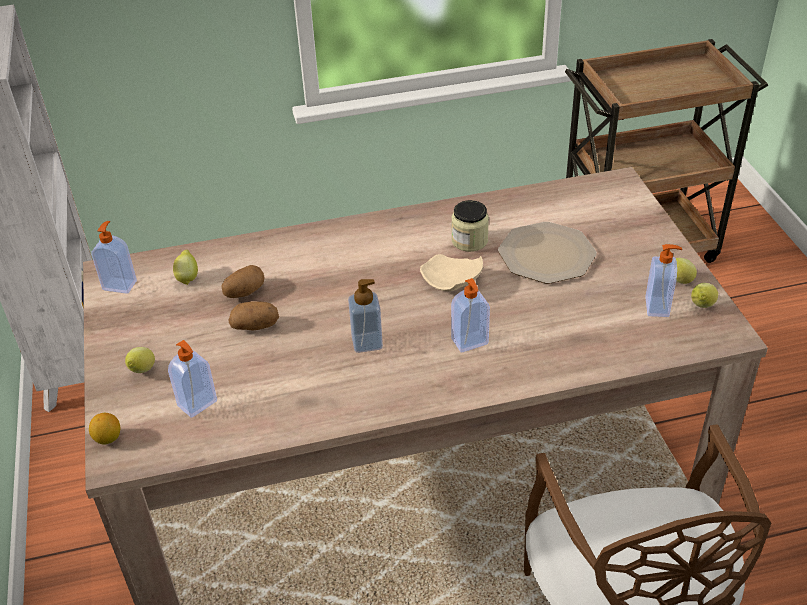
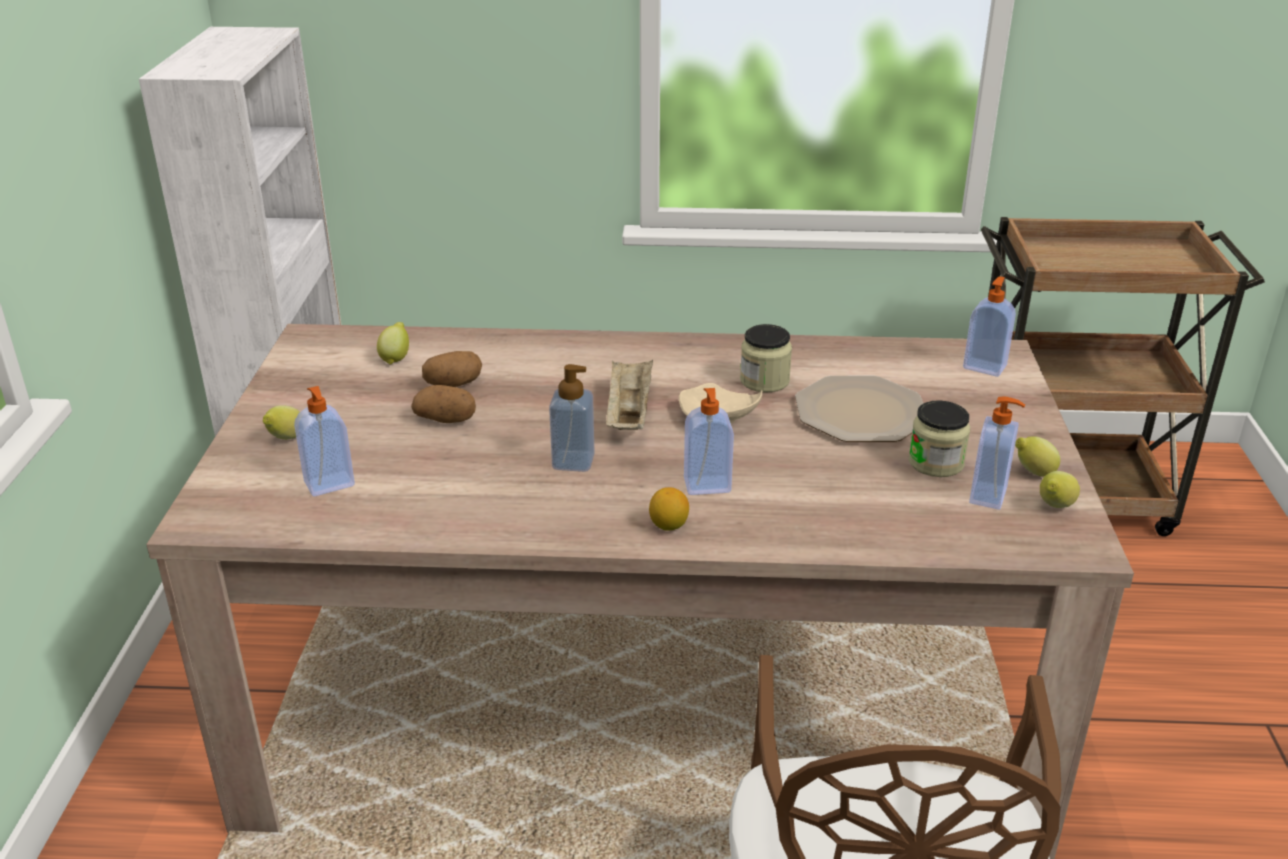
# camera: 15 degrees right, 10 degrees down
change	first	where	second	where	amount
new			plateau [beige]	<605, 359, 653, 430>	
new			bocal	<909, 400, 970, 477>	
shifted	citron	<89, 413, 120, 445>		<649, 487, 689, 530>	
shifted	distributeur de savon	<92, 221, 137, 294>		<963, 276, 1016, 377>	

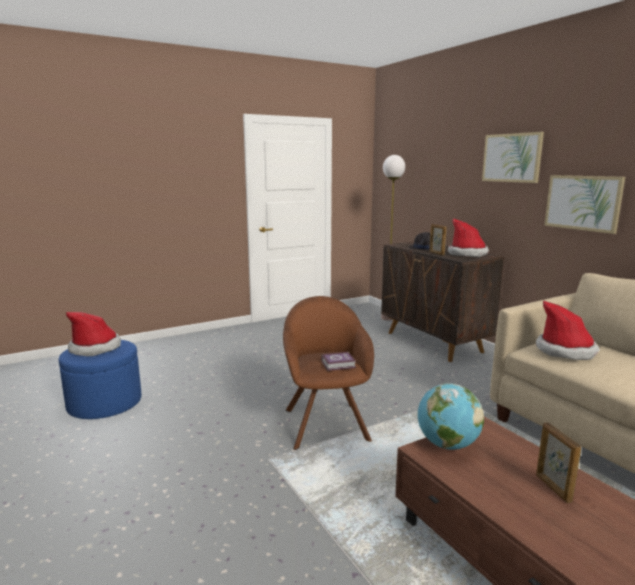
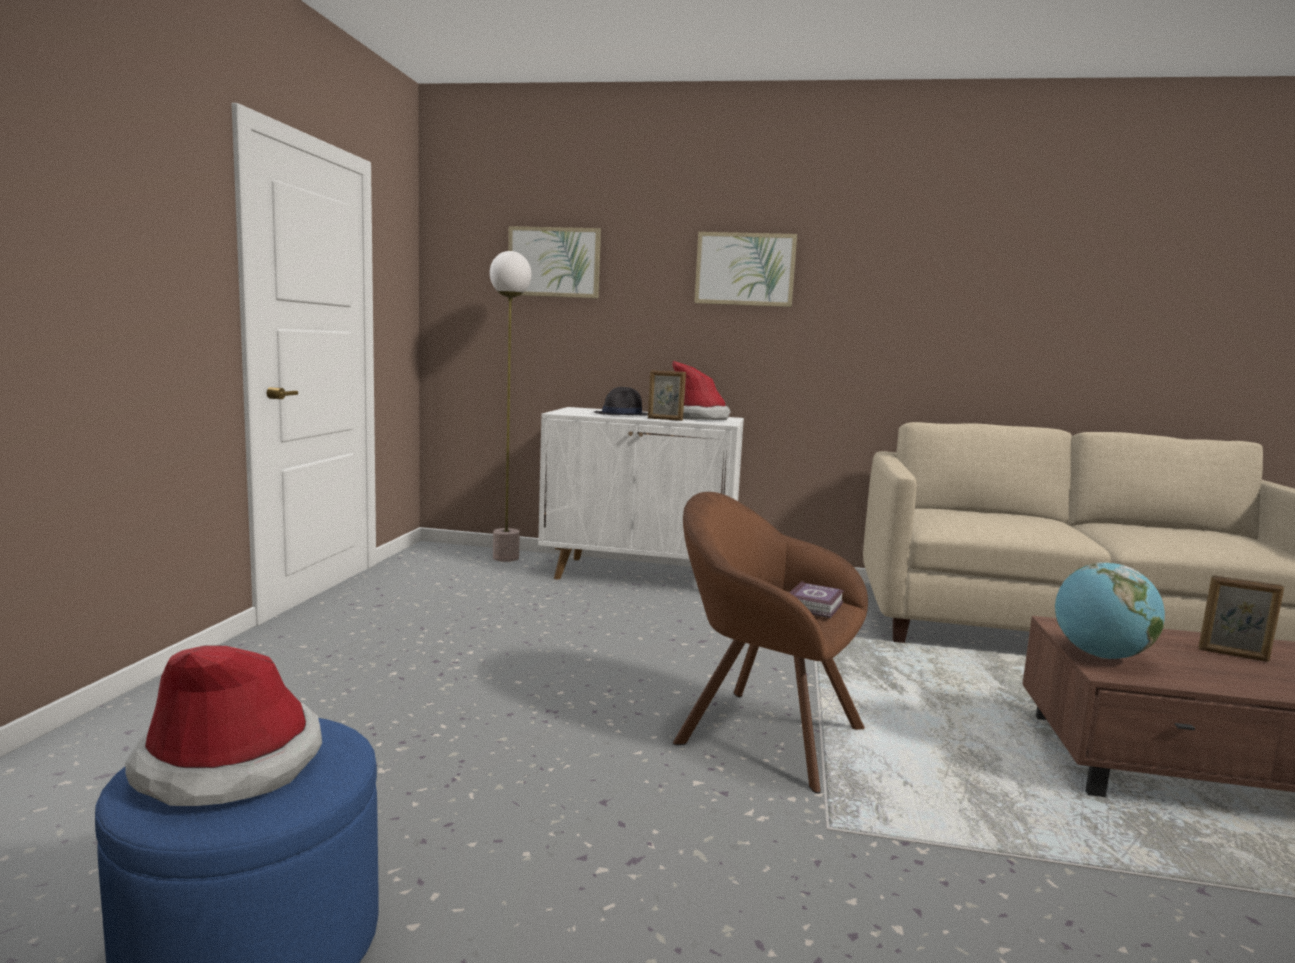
# camera: 50 degrees left, 5 degrees down
change	first	where	second	where	amount
gone	chapeau	<536, 301, 600, 360>			
shifted	tableau	<544, 175, 625, 234>		<508, 226, 601, 298>	
repainted	meuble de rangement [marron]	<381, 242, 504, 362>	meuble de rangement [blanc]	<538, 407, 744, 579>	

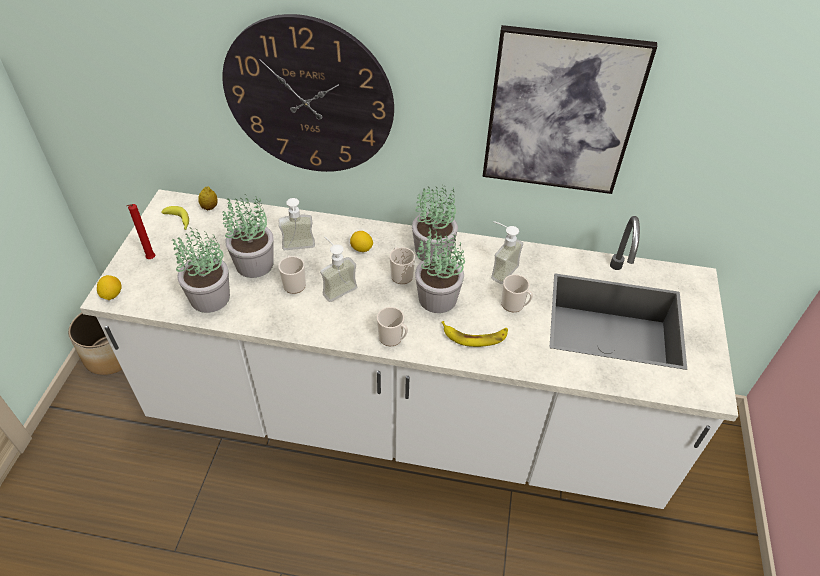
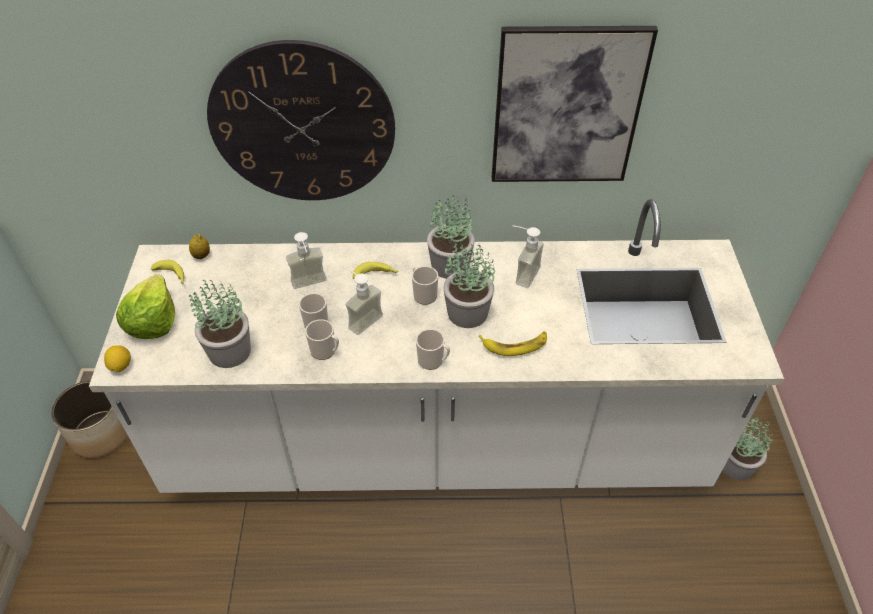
# camera: 10 degrees left, 0 degrees up
change	first	where	second	where	amount
shifted	plante en pot	<223, 194, 273, 278>		<723, 416, 773, 480>	
shifted	mug	<501, 274, 533, 312>		<305, 319, 339, 360>	
swapped	bougie [rouge]	<126, 204, 155, 259>	laitue	<116, 275, 175, 339>	
swapped	citron	<350, 231, 373, 252>	banane	<353, 262, 399, 279>	

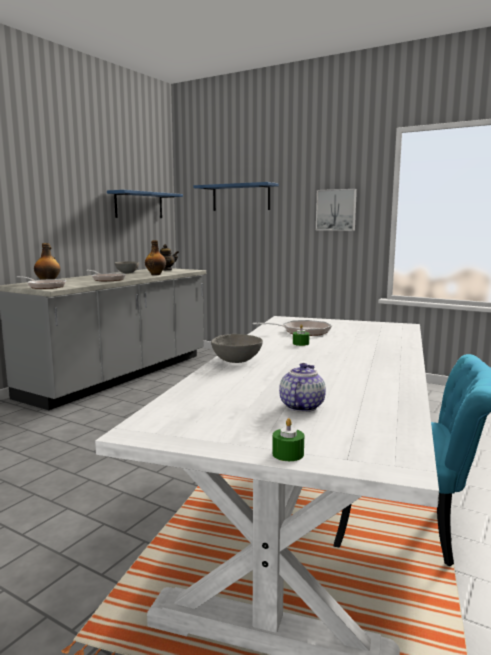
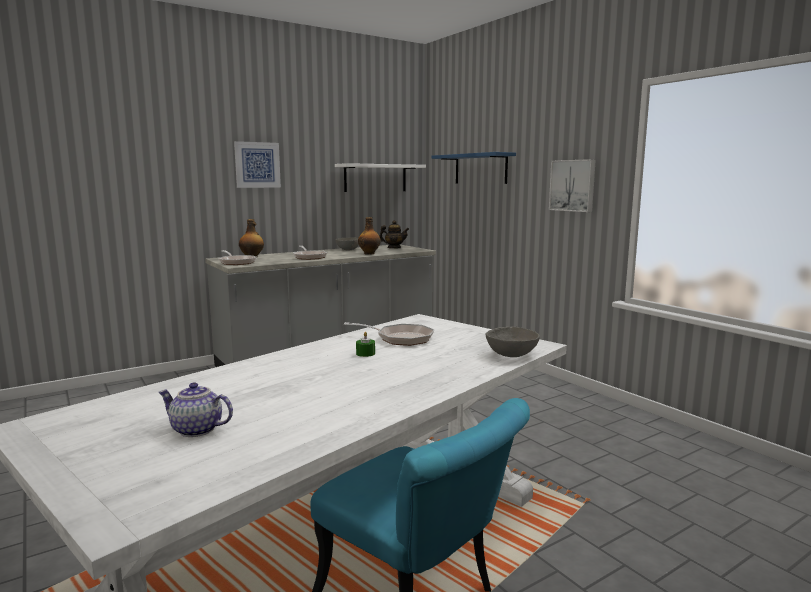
# camera: 25 degrees right, 0 degrees up
change	first	where	second	where	amount
gone	bougie [vert]	<272, 418, 304, 461>			
new			tableau	<234, 141, 281, 188>	
shifted	bol [gris]	<211, 334, 263, 363>		<485, 327, 540, 357>	
repainted	étagère [bleu]	<107, 190, 183, 218>	étagère [blanc]	<335, 163, 426, 192>	
rotated	théière	<279, 363, 326, 412>		<158, 382, 233, 437>	120 degrees counterclockwise

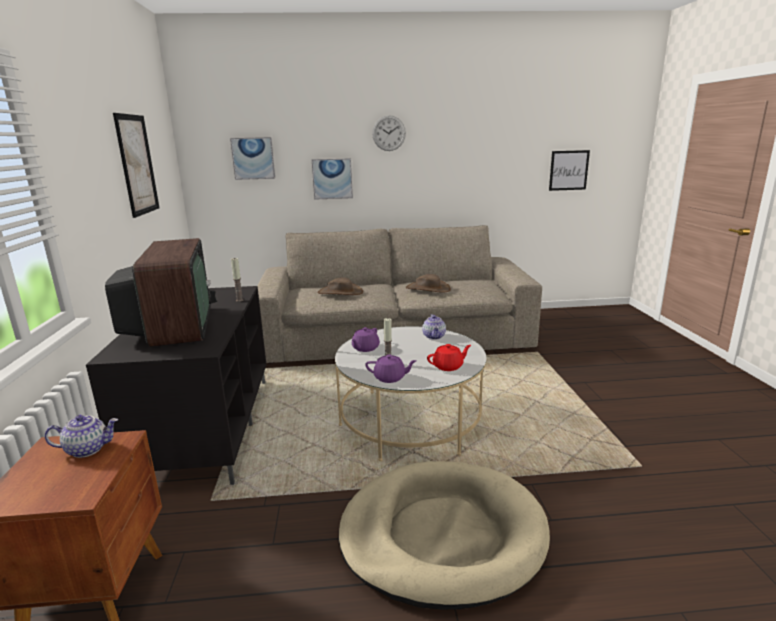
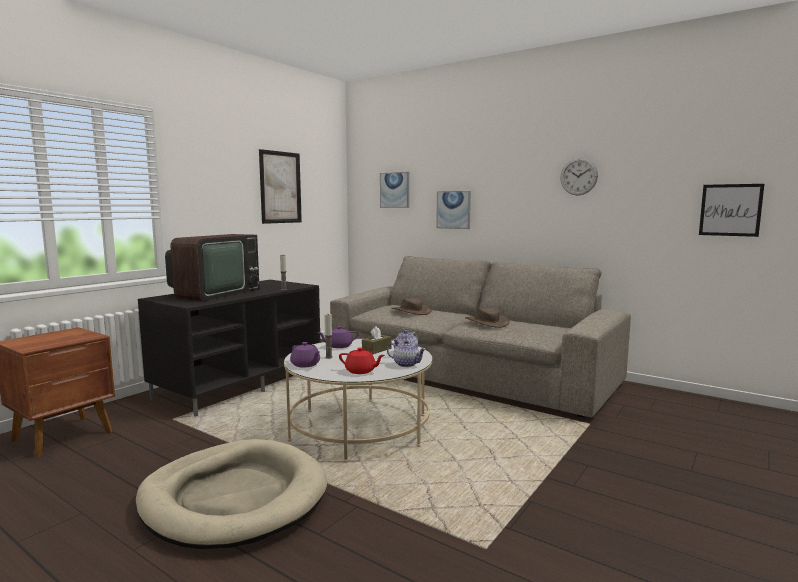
# camera: 40 degrees right, 10 degrees down
change	first	where	second	where	amount
new			boîte à mouchoirs [marron]	<362, 326, 392, 354>	
shifted	théière	<45, 415, 118, 458>		<387, 340, 426, 367>	
shifted	horloge murale	<372, 115, 406, 151>		<560, 158, 598, 195>	

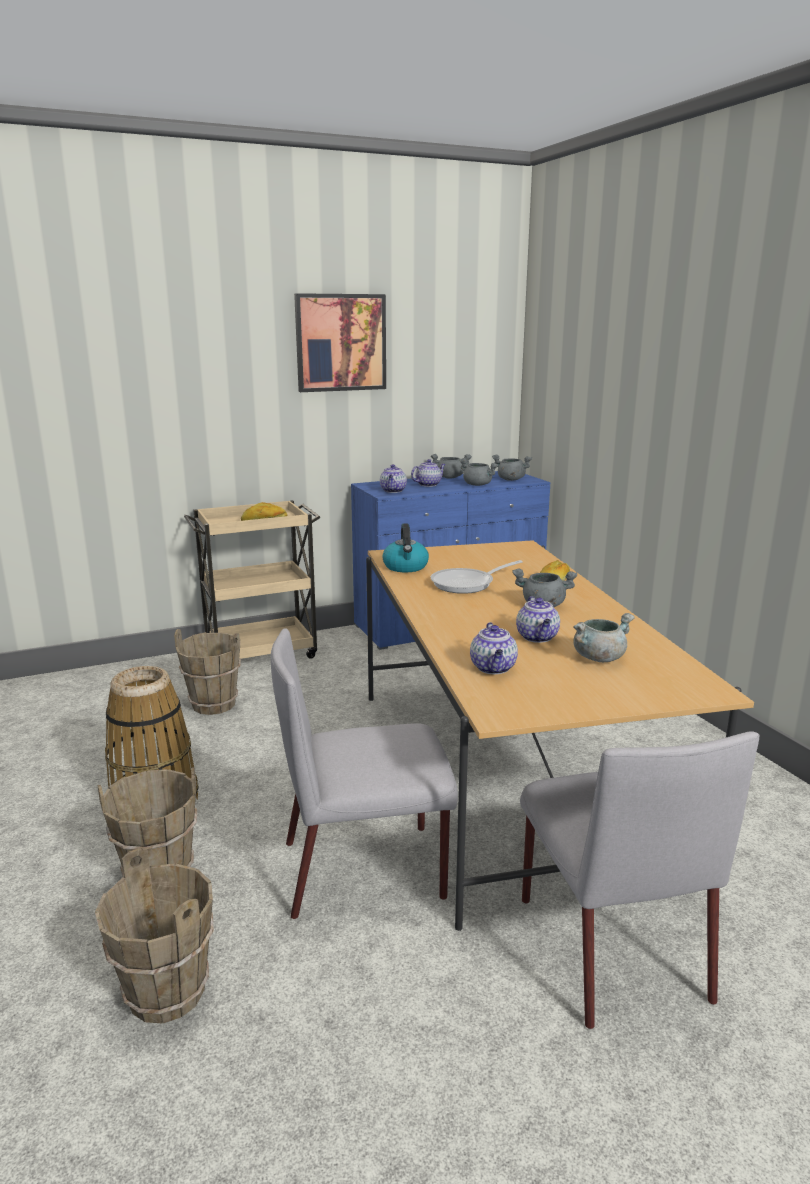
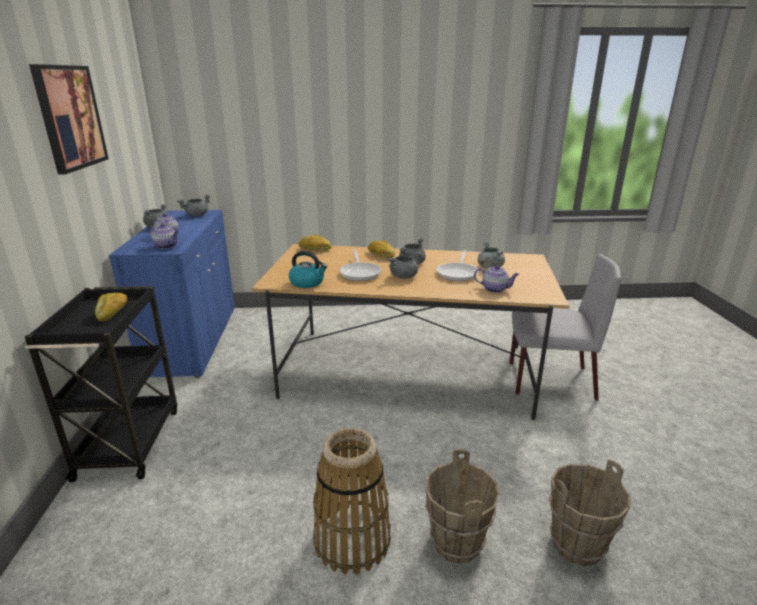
# camera: 70 degrees left, 5 degrees up
change	first	where	second	where	amount
gone	seau [marron]	<174, 629, 241, 715>			
gone	chaise [gris]	<271, 628, 458, 919>			
new			pain	<299, 234, 332, 250>	
shifted	marmite [gris]	<459, 458, 499, 486>		<388, 252, 423, 279>	
swapped	théière	<516, 596, 560, 643>	poêle	<436, 250, 479, 281>	
repainted	chariot [beige]	<184, 500, 321, 659>	chariot [noir]	<25, 286, 177, 482>	

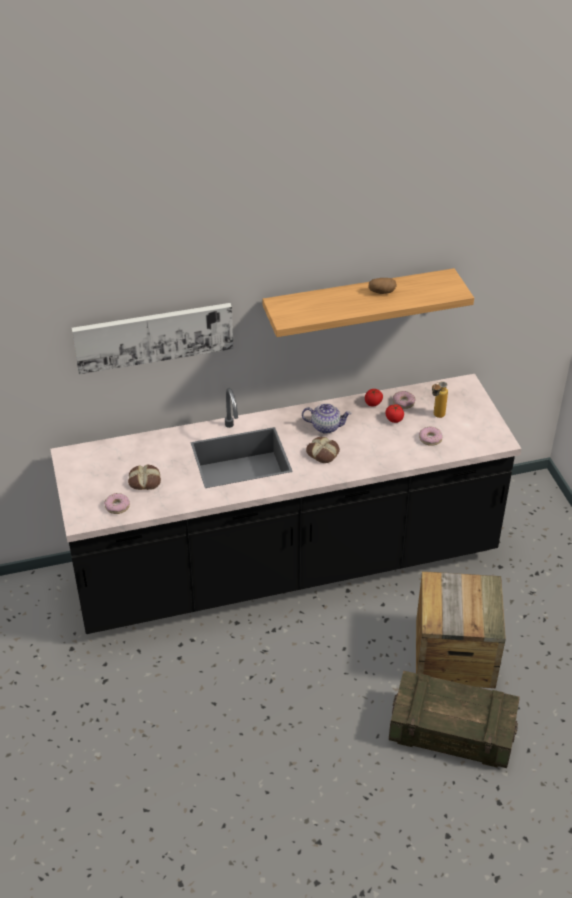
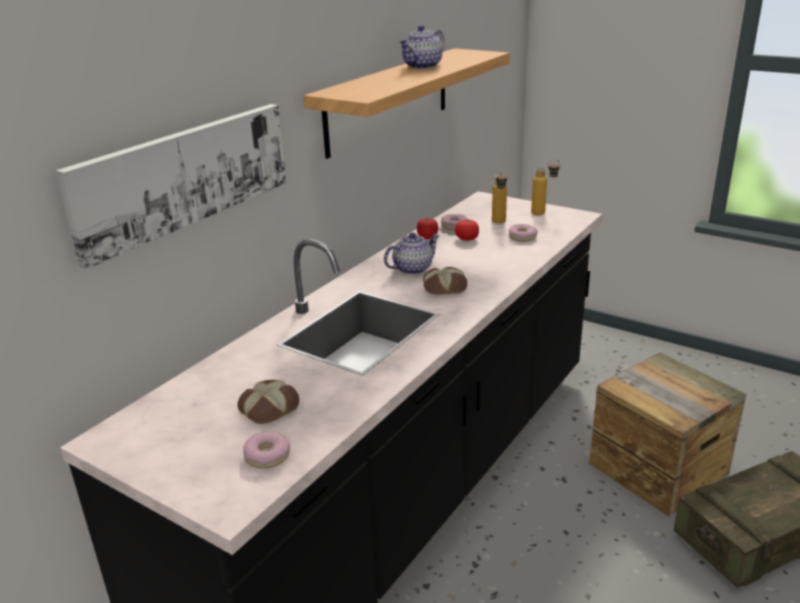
# camera: 40 degrees left, 15 degrees down
change	first	where	second	where	amount
new			bouteille	<531, 159, 560, 215>	
swapped	pomme de terre	<368, 278, 397, 294>	théière	<398, 25, 445, 69>	

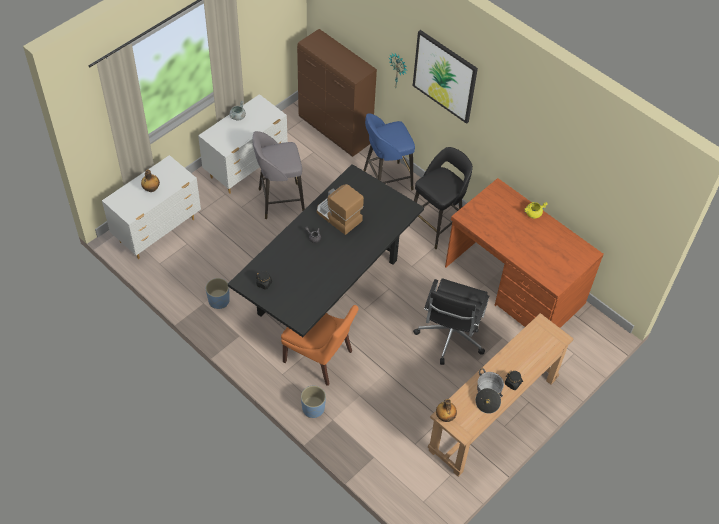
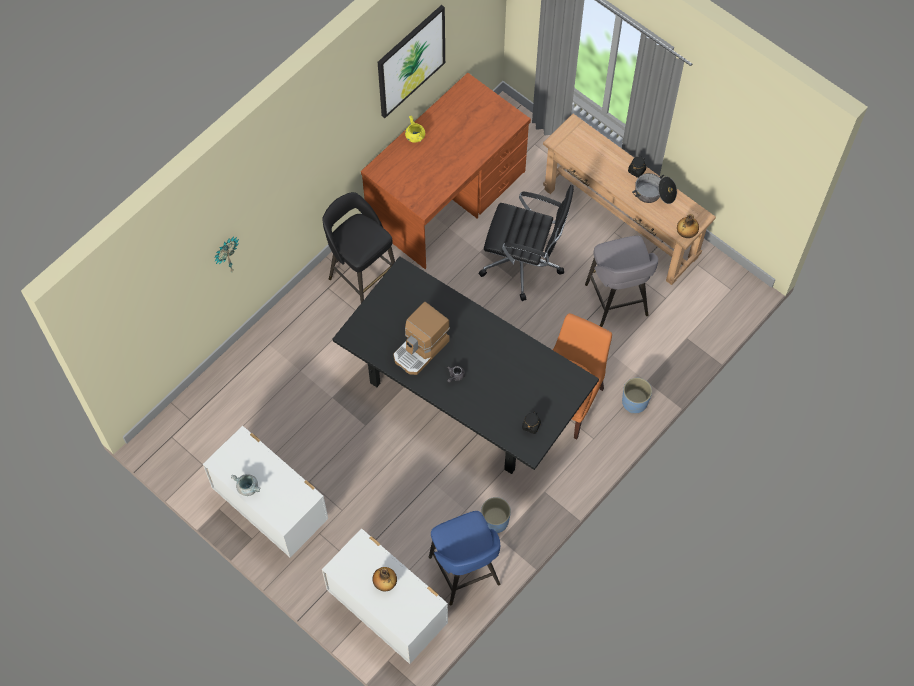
# camera: 90 degrees left, 10 degrees up
change	first	where	second	where	amount
gone	meuble de rangement [marron]	<297, 29, 377, 157>			
shifted	tabouret [gris]	<252, 131, 305, 219>		<585, 236, 658, 327>	
shifted	tabouret [bleu]	<363, 113, 415, 190>		<429, 511, 500, 605>	
shifted	tableau	<413, 30, 478, 124>		<378, 5, 445, 118>	

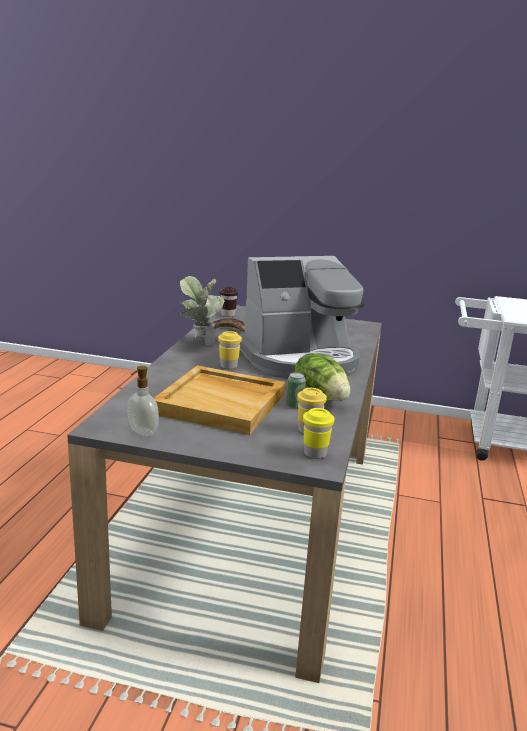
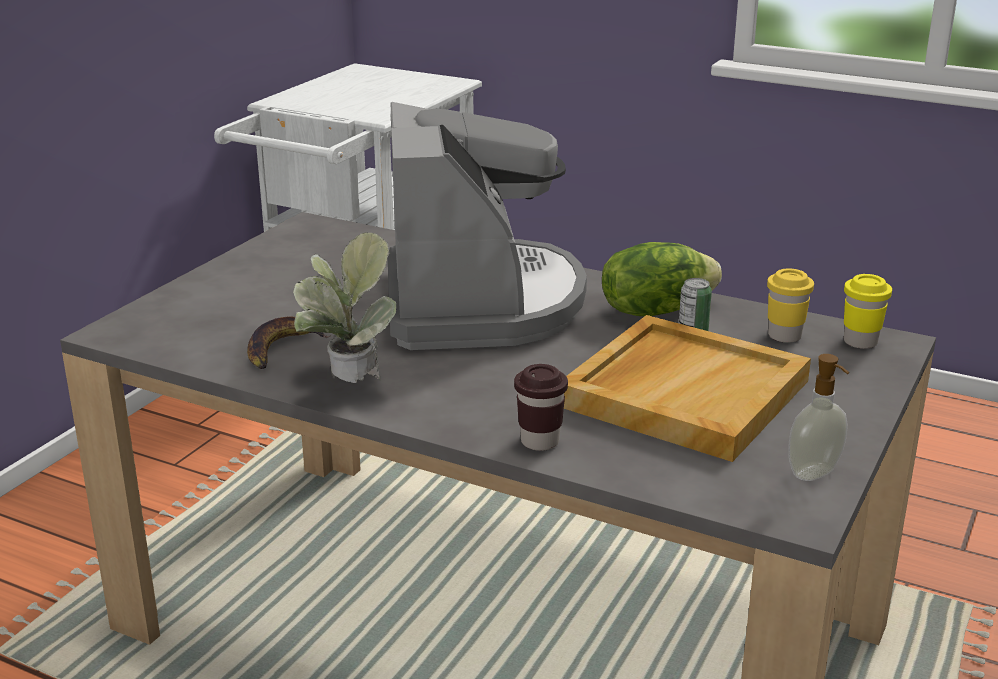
# camera: 75 degrees left, 5 degrees up
change	first	where	second	where	amount
gone	tasse [jaune]	<218, 331, 242, 369>			
shifted	tasse [marron]	<220, 287, 238, 317>		<514, 364, 568, 451>	

